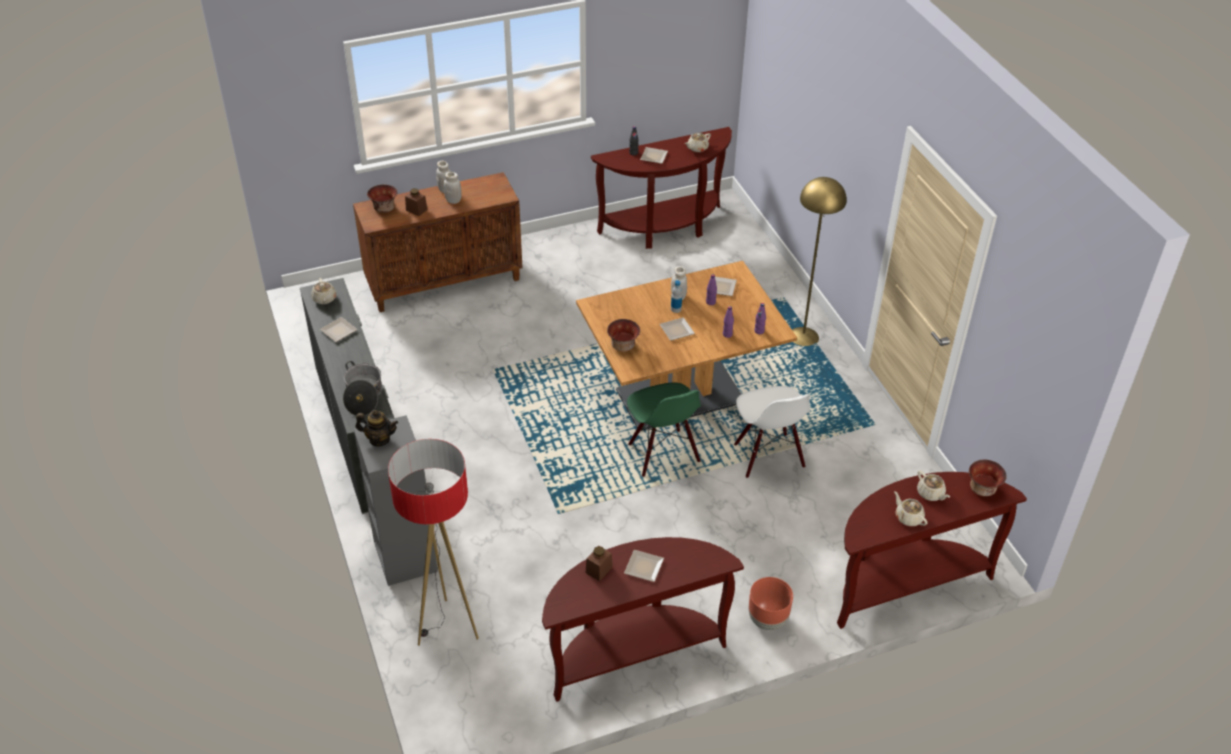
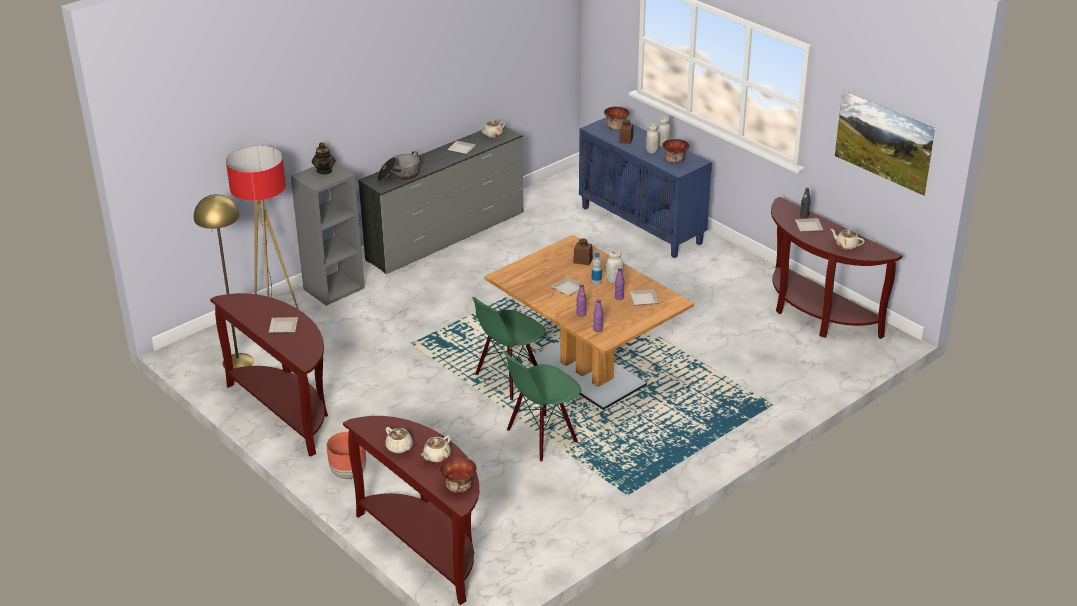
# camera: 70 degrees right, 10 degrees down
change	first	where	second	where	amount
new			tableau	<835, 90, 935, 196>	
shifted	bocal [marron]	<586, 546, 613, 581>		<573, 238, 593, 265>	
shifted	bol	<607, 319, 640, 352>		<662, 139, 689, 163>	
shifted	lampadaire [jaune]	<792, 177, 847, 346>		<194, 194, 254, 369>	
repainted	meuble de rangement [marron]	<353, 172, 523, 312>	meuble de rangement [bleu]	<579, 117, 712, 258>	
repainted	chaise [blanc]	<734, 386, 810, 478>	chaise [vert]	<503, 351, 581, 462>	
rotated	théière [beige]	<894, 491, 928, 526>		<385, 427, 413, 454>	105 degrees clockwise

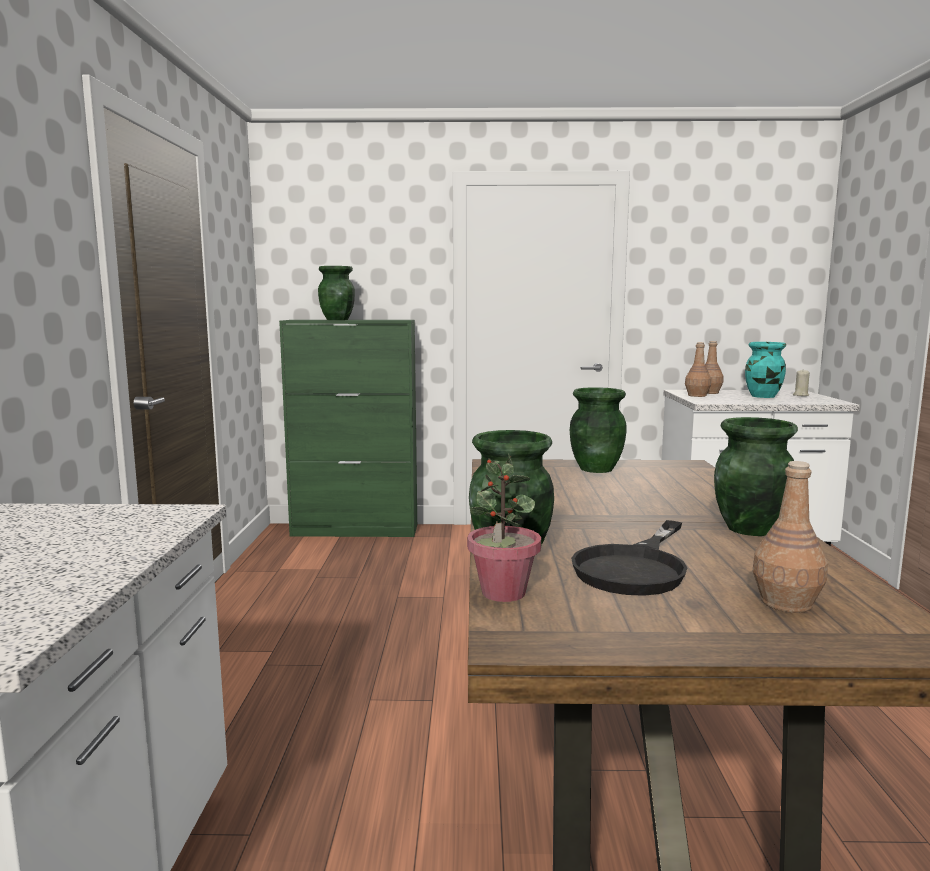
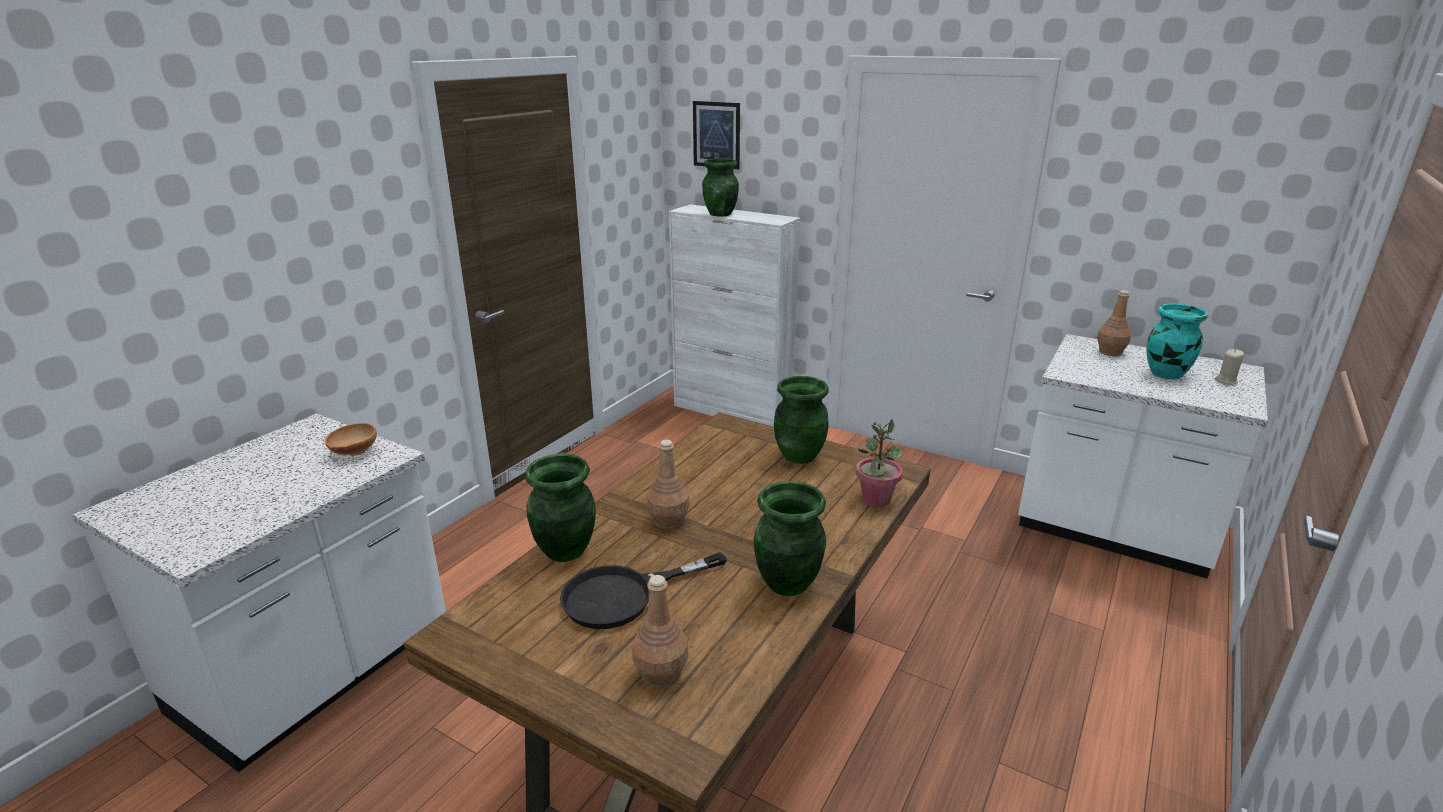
# camera: 30 degrees right, 15 degrees up
change	first	where	second	where	amount
new			bol [marron]	<325, 423, 377, 456>	
new			tableau	<693, 101, 740, 169>	
shifted	plante en pot	<467, 455, 541, 602>		<856, 419, 903, 507>	
shifted	bouteille [marron]	<685, 342, 711, 397>		<647, 440, 690, 529>	
repainted	meuble de rangement [vert]	<279, 320, 417, 537>	meuble de rangement [blanc]	<669, 204, 800, 427>	

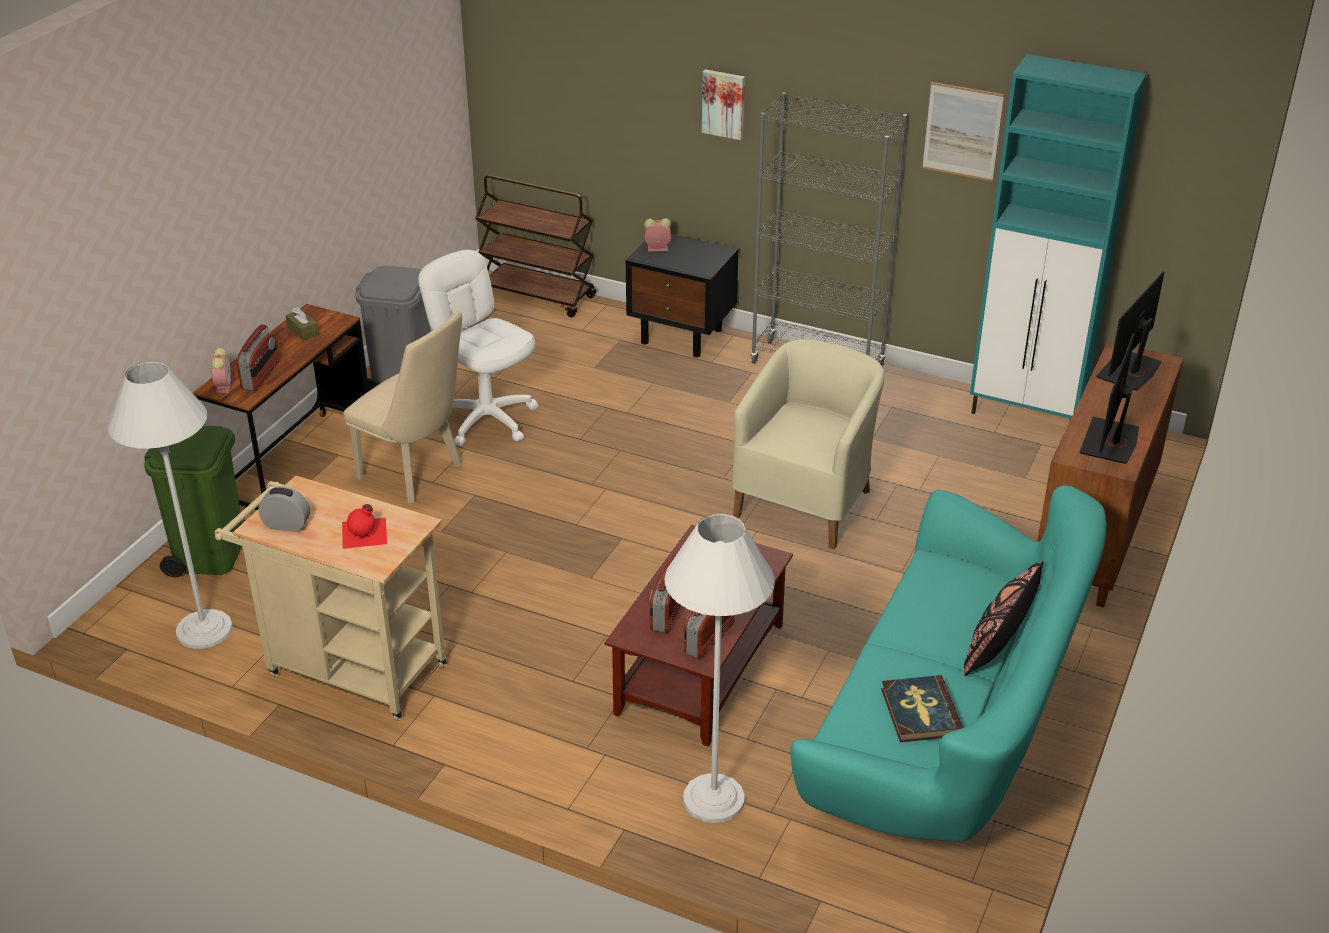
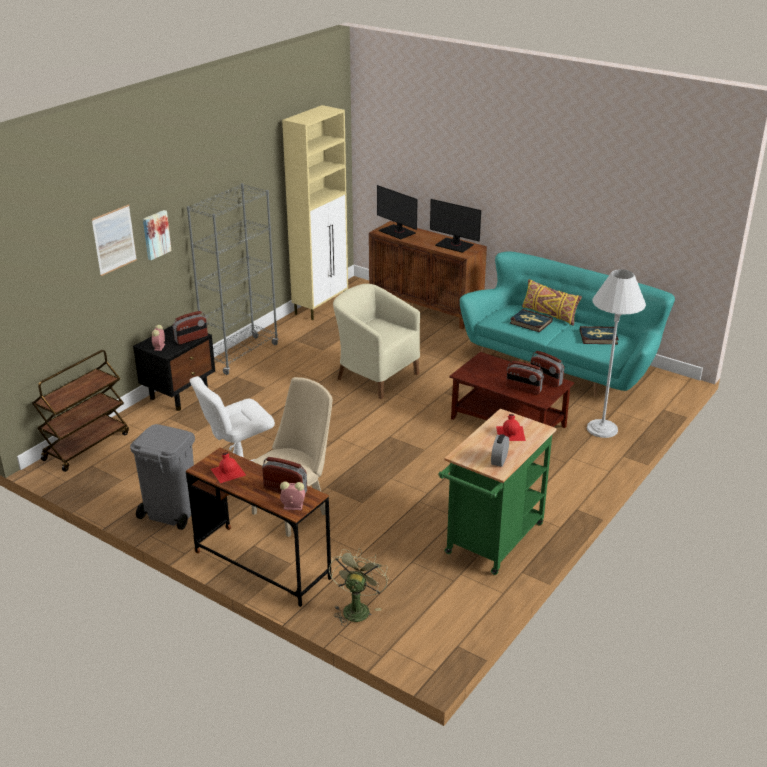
# camera: 80 degrees left, 5 degrees down
change	first	where	second	where	amount
gone	lampadaire [blanc]	<108, 361, 233, 649>			
new			radio	<173, 311, 208, 345>	
new			livre	<510, 309, 553, 332>	
shifted	tableau	<922, 82, 1004, 181>		<91, 204, 137, 276>	
swapped	poubelle [vert]	<144, 426, 242, 577>	ventilateur [vert]	<329, 548, 388, 626>	
swapped	boîte à mouchoirs [marron]	<285, 307, 319, 341>	bouteille [rouge]	<211, 452, 246, 483>	
repainted	chariot [beige]	<215, 475, 448, 721>	chariot [vert]	<438, 409, 557, 575>	
repainted	coussin [noir]	<964, 561, 1043, 676>	coussin [jaune]	<522, 279, 582, 326>	
repainted	meuble de rangement [turquoise]	<970, 54, 1147, 422>	meuble de rangement [beige]	<282, 105, 348, 320>	

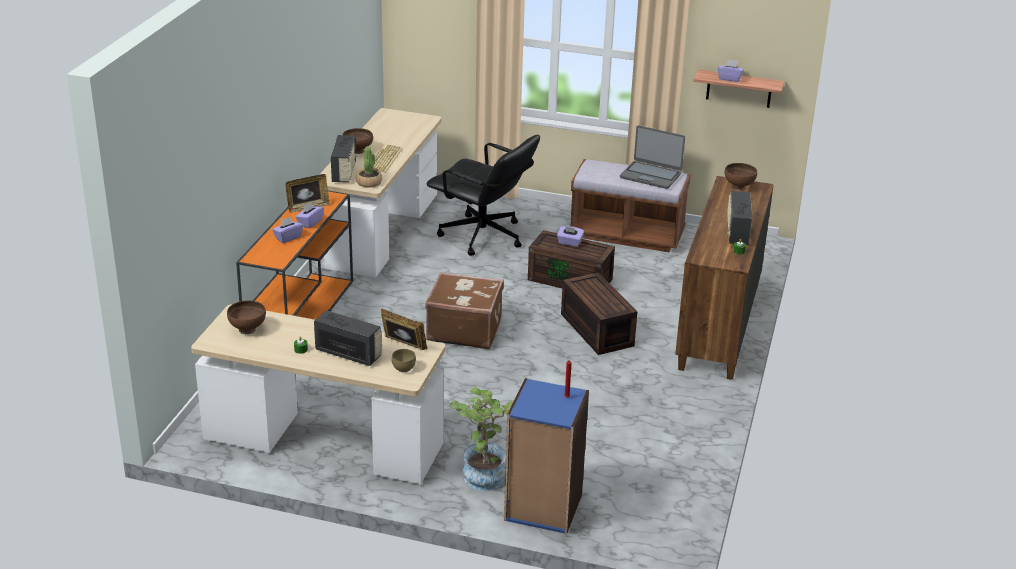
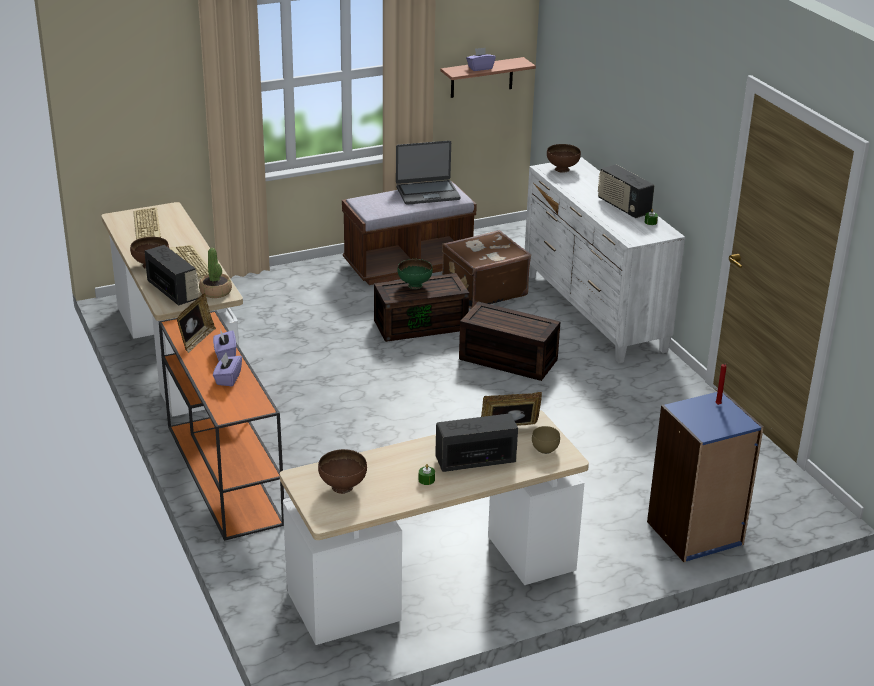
# camera: 40 degrees left, 0 degrees up
change	first	where	second	where	amount
gone	chaise de bureau [noir]	<427, 135, 540, 256>			
gone	plante en pot	<449, 387, 513, 491>			
new			clavier	<133, 208, 161, 240>	
shifted	valise [marron]	<425, 272, 504, 349>		<442, 230, 531, 309>	
swapped	boîte à mouchoirs [violet]	<557, 226, 584, 247>	bol [vert]	<398, 259, 433, 289>	
repainted	commode [marron]	<675, 176, 774, 380>	commode [blanc]	<525, 157, 685, 363>	

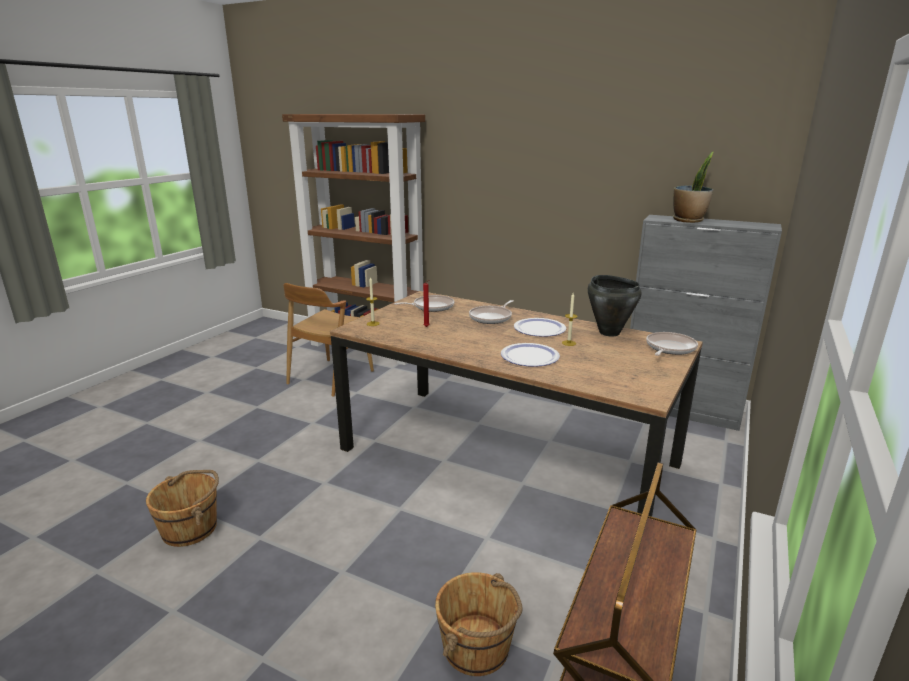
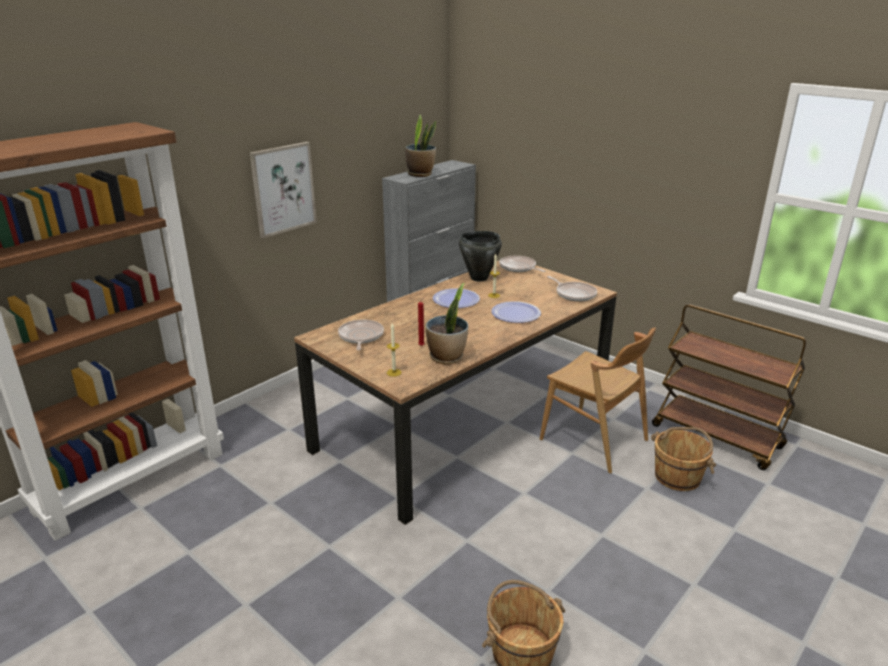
# camera: 75 degrees left, 5 degrees up
change	first	where	second	where	amount
new			tableau	<250, 142, 317, 238>	
new			plante en pot	<426, 283, 468, 364>	
shifted	chaise [marron]	<284, 283, 374, 397>		<540, 328, 656, 473>	
shifted	poêle	<469, 300, 514, 324>		<547, 276, 597, 301>	

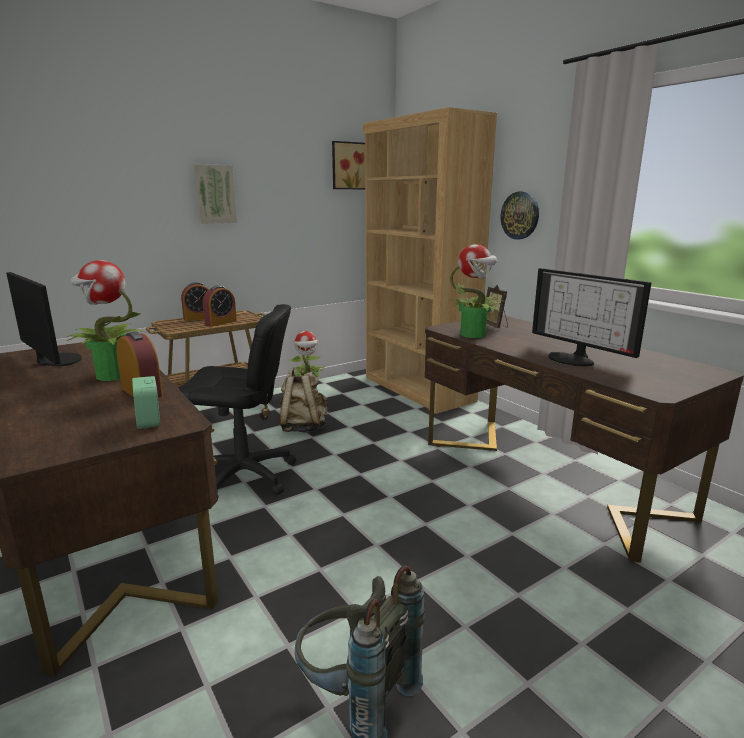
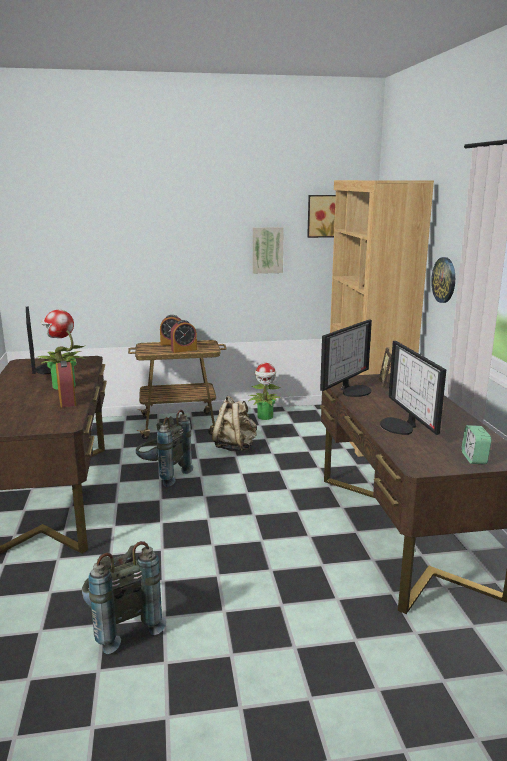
# camera: 25 degrees right, 0 degrees up
change	first	where	second	where	amount
shifted	réveil	<132, 376, 160, 429>		<462, 425, 492, 464>	
shifted	tableau	<193, 164, 237, 224>		<253, 227, 284, 274>	
swapped	chaise de bureau [noir]	<178, 304, 296, 495>	sac à dos [gris]	<136, 410, 193, 487>	
swapped	plante en pot	<449, 244, 505, 338>	écran d'ordinateur	<320, 320, 372, 397>	

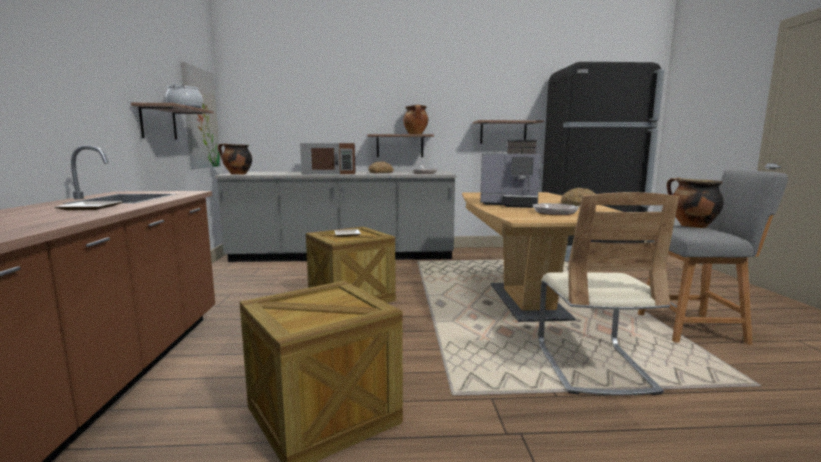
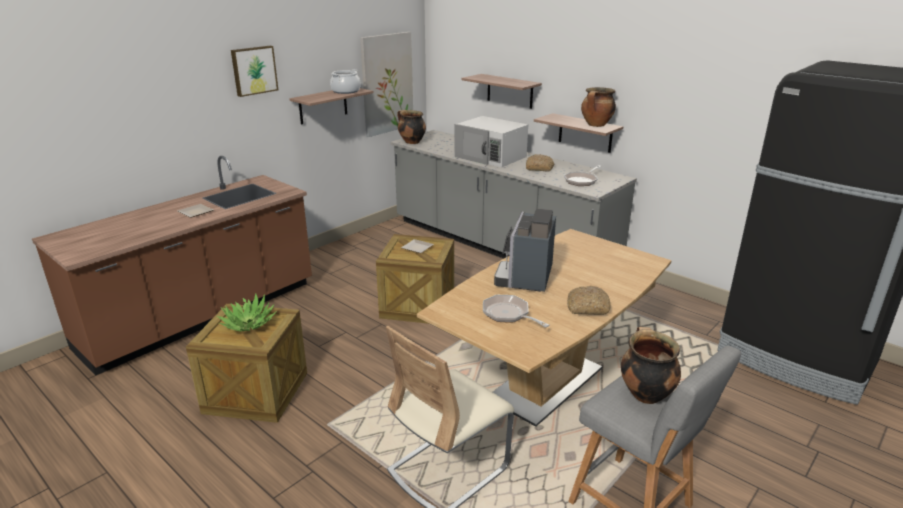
# camera: 45 degrees right, 15 degrees up
change	first	where	second	where	amount
new			plante en pot	<217, 293, 277, 332>	
new			tableau	<231, 46, 278, 97>	
shifted	étagère	<473, 120, 544, 144>		<461, 74, 542, 109>	
repainted	micro-ondes [marron]	<300, 143, 355, 175>	micro-ondes [blanc]	<454, 116, 528, 168>	
rotated	machine à café	<480, 140, 540, 208>		<494, 209, 556, 292>	45 degrees clockwise

